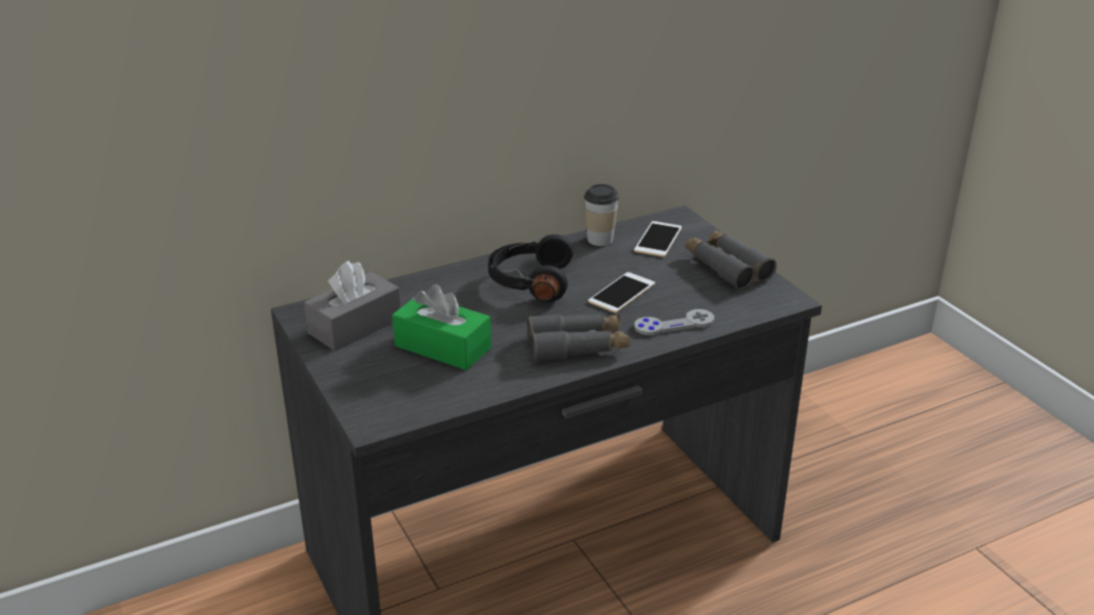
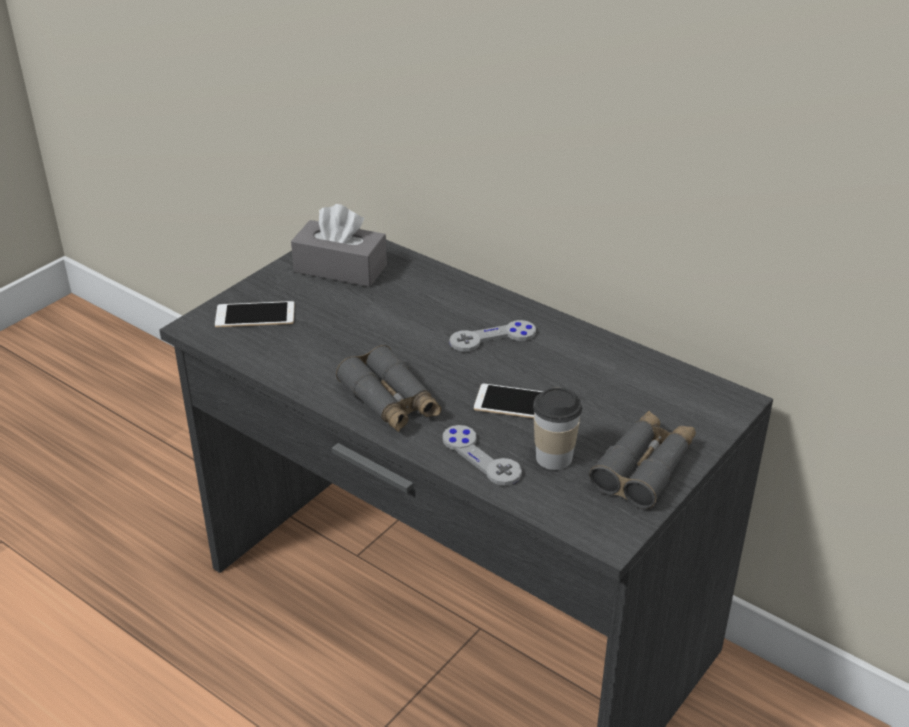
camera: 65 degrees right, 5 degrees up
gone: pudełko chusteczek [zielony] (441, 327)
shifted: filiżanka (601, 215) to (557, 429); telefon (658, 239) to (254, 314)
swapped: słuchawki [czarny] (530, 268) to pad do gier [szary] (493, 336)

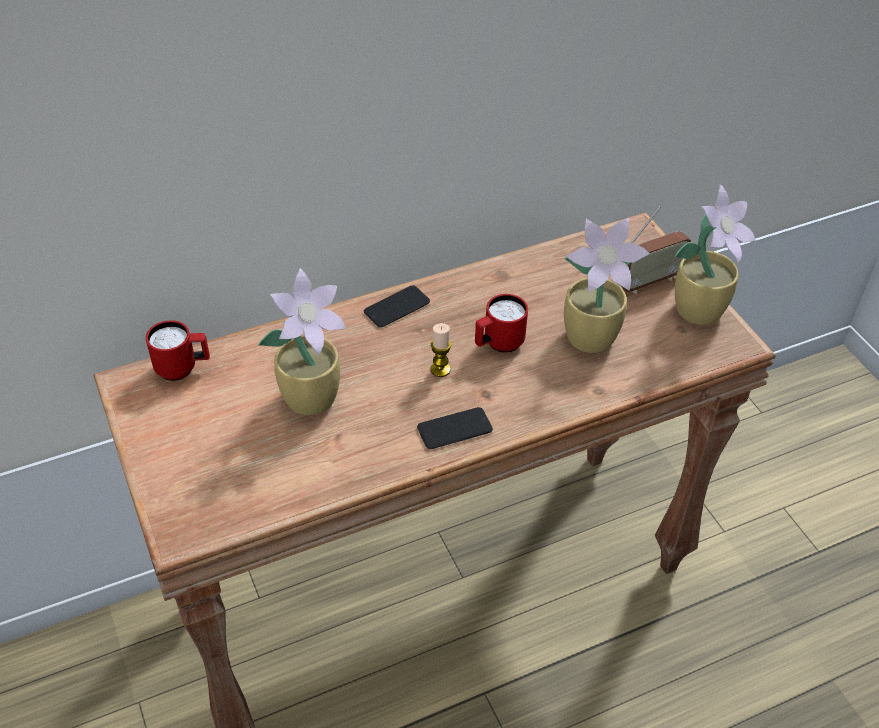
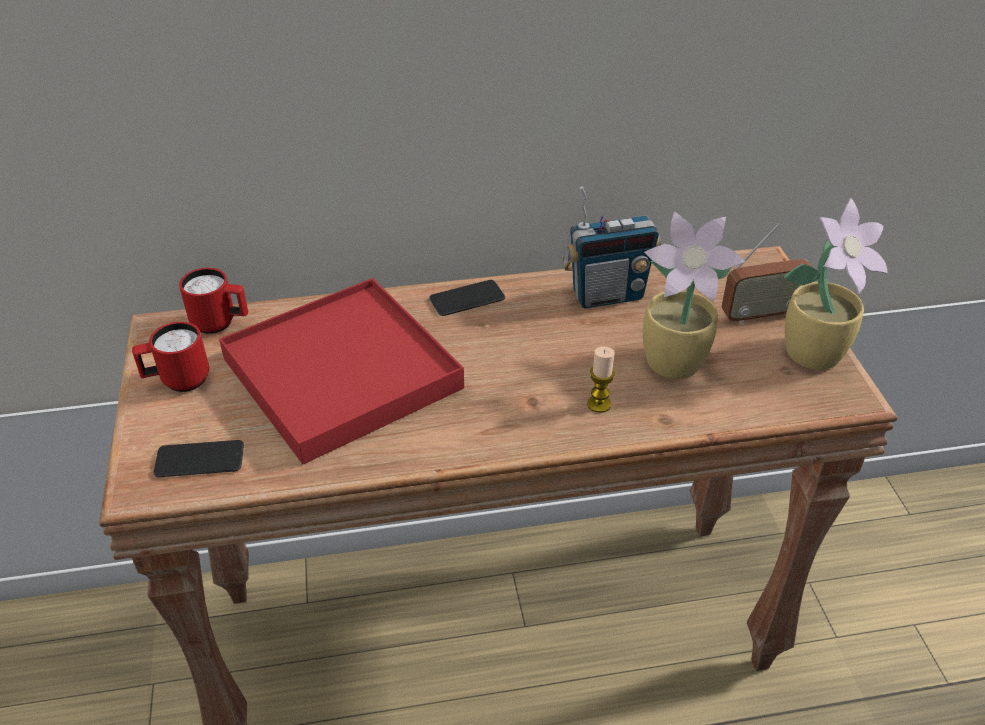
camera: 15 degrees right, 5 degrees down
new: radio (611, 247)
shifted: telefon (455, 428) to (199, 458); świeca (441, 350) to (601, 379); kubek [czerwony] (501, 323) to (170, 357)
swapped: roślina doniczkowa (302, 341) to taca [czerwony] (341, 371)

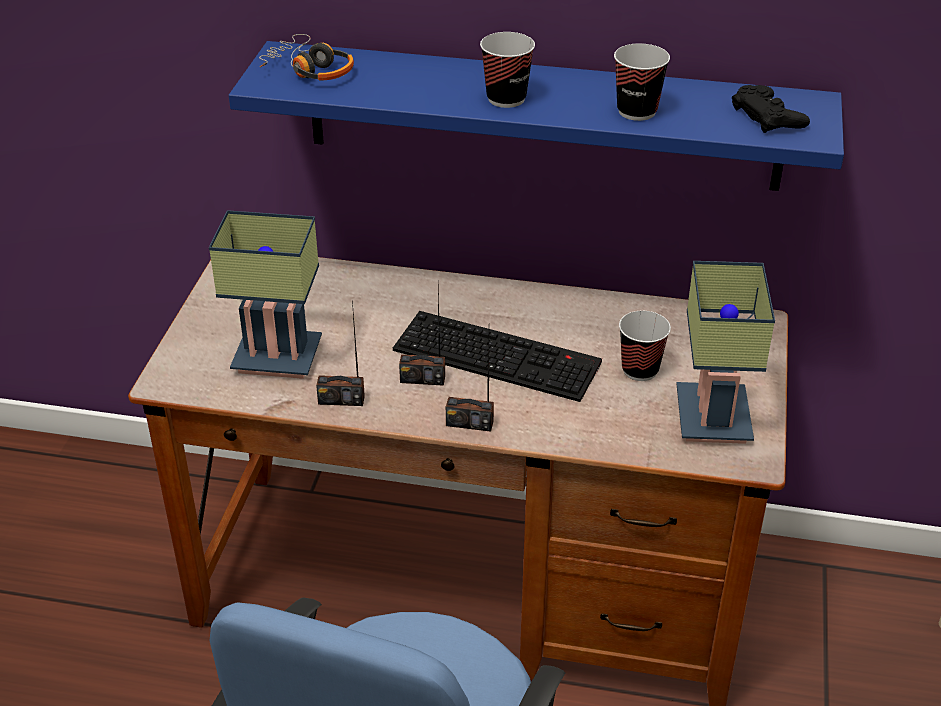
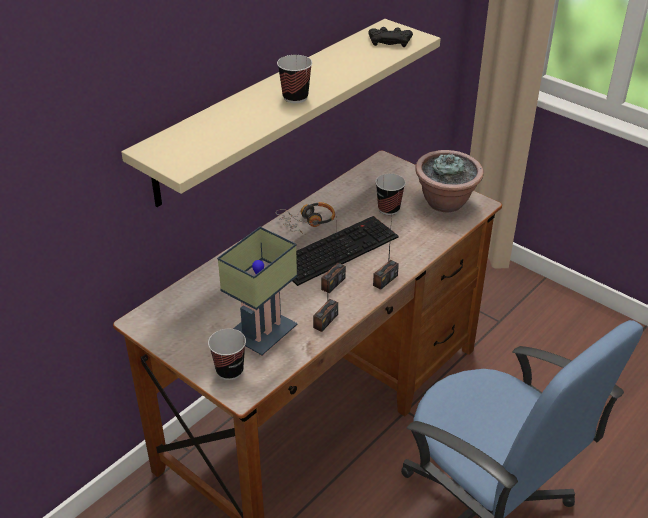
camera: 60 degrees left, 0 degrees up
shifted: słuchawki (306, 57) to (305, 218); filiżanka (642, 82) to (227, 354)
swapped: lampa stołowa (725, 352) to roślina doniczkowa (449, 181)
repainted: półka [niebieski] (536, 116) to półka [beżowy] (281, 113)

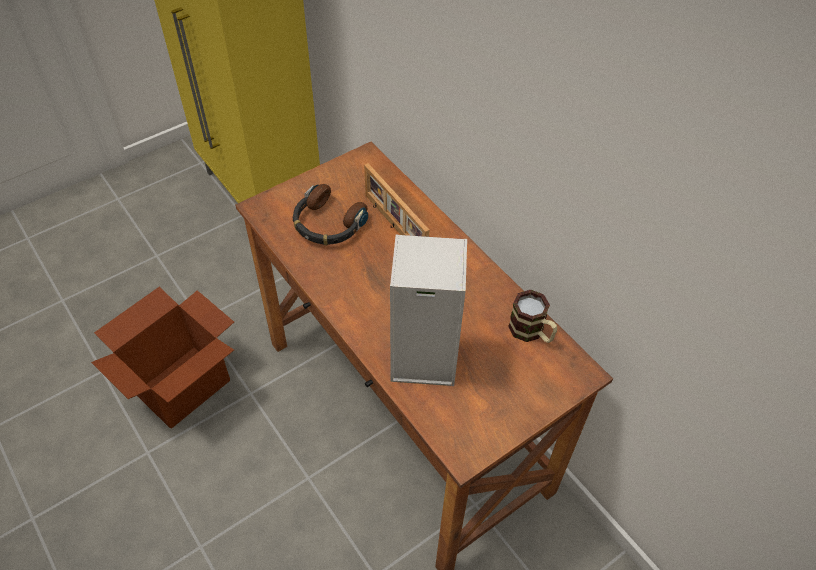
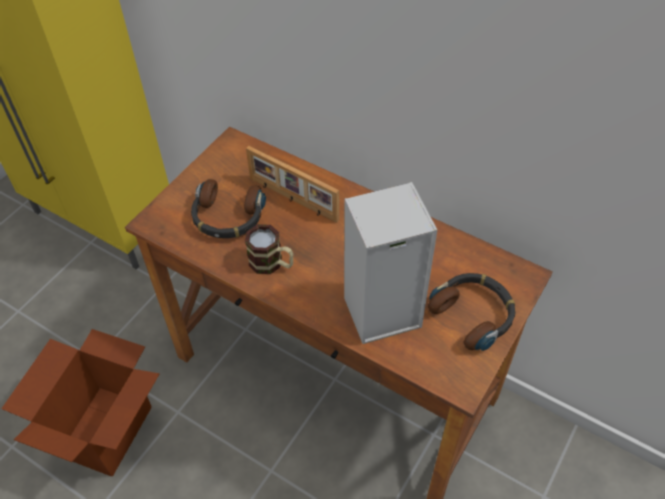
camera: 20 degrees left, 0 degrees up
new: słuchawki (472, 312)
shifted: kubek (532, 316) to (269, 249)

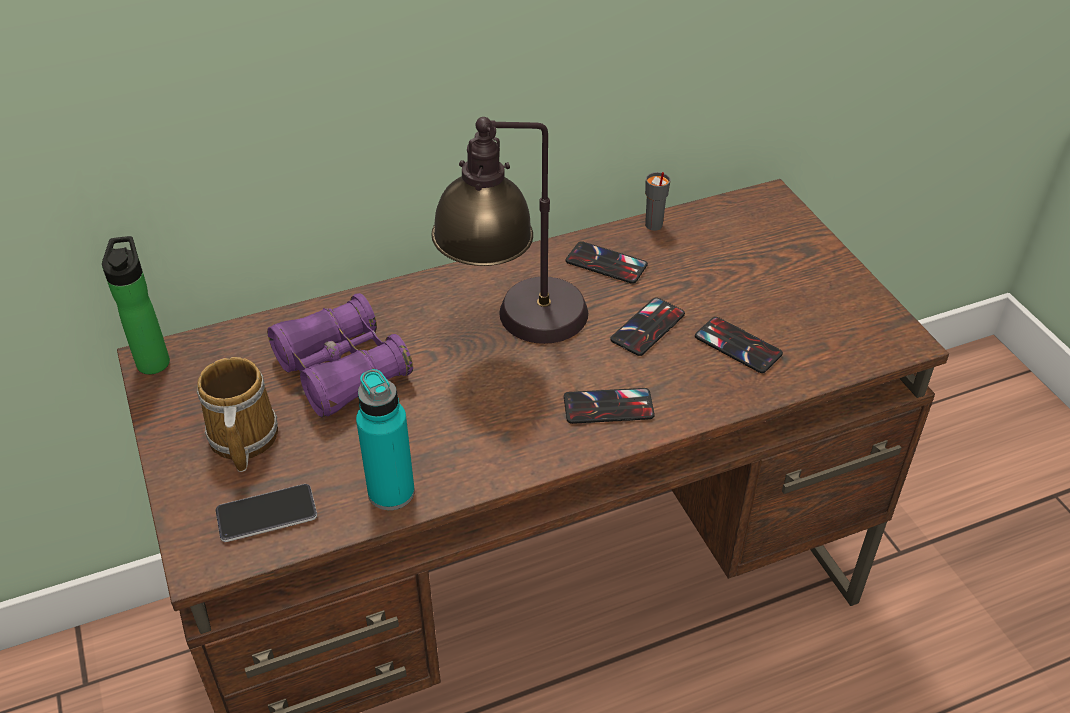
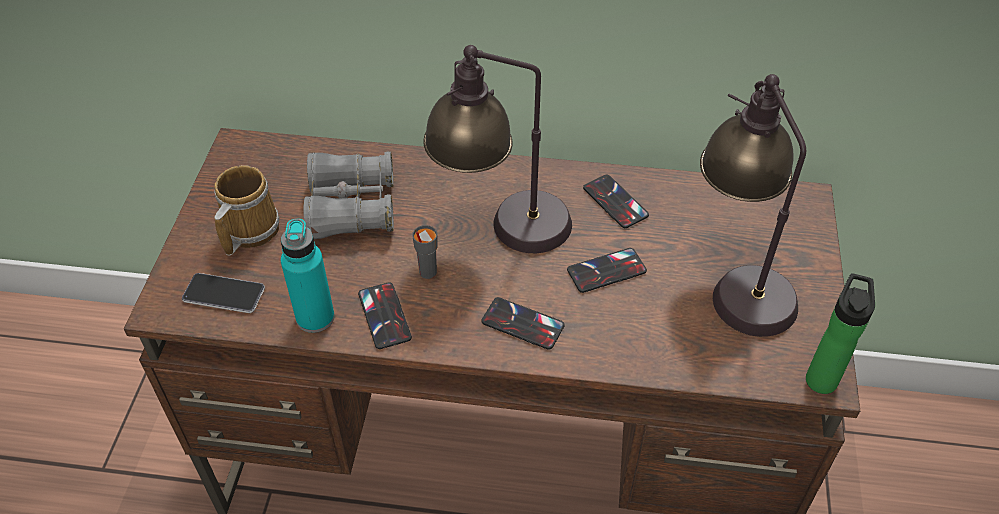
camera: 30 degrees right, 5 degrees up
new: lampa stołowa (753, 205)
shifted: butelka (136, 305) to (840, 334); filiżanka [szary] (658, 201) to (424, 252); telefon (739, 345) to (385, 315)
repainted: lornetka [fioletowy] (340, 355) to lornetka [szary] (348, 195)

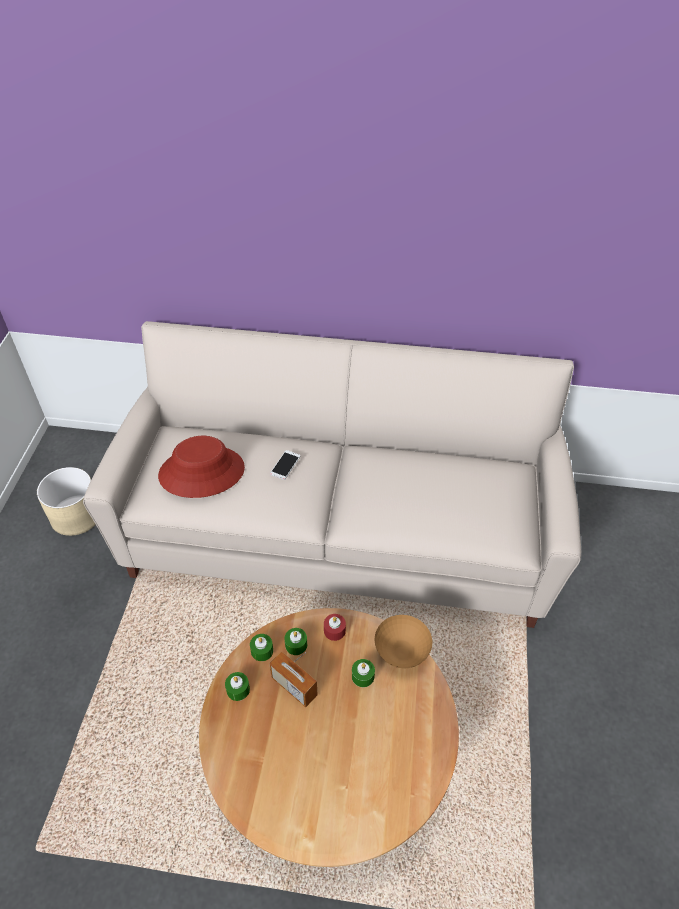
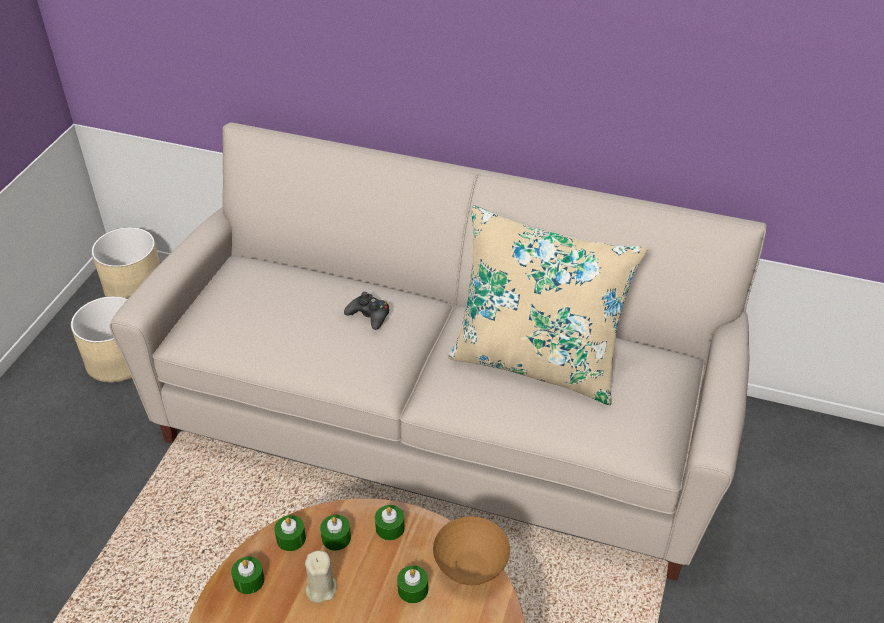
camera: 10 degrees right, 5 degrees down
gone: kapelusz [czerwony] (201, 467)
new: donica [beżowy] (125, 263); poduszka [beżowy] (548, 305)
swapped: radio (293, 679) to świeca [beżowy] (321, 577); telefon (285, 465) to pad do gier [czarny] (366, 311)
repainted: świeca [czerwony] (335, 627) to świeca [zielony] (390, 523)

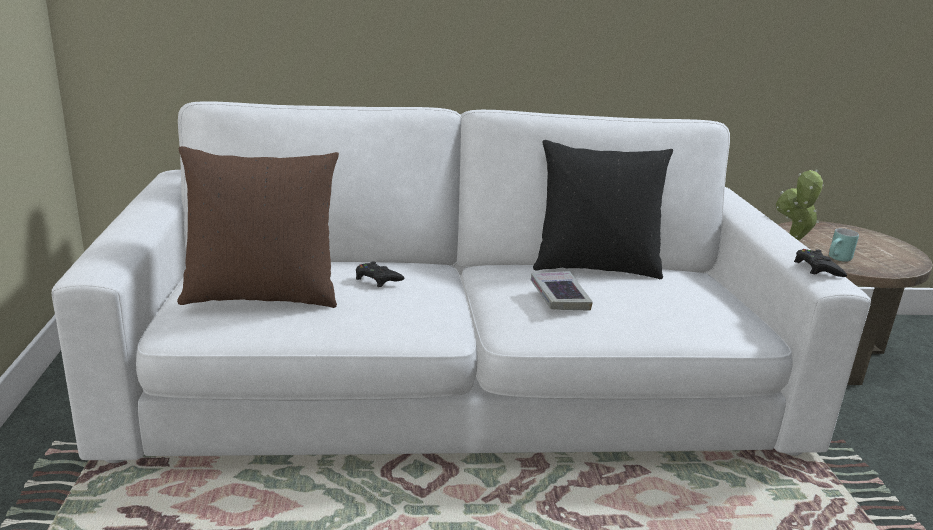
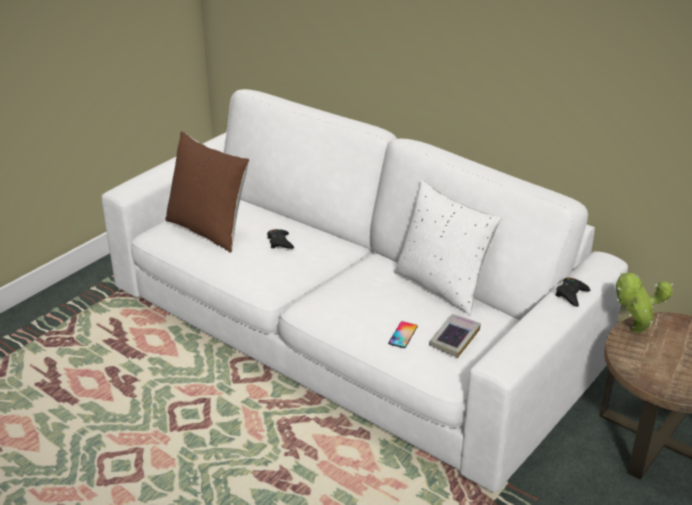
camera: 45 degrees right, 10 degrees up
gone: kubek [turkusowy] (844, 245)
new: telefon (403, 334)
shifted: książka (561, 291) to (455, 336); pad do gier [czarny] (820, 263) to (573, 292)
repainted: poduszka [czarny] (603, 209) to poduszka [biały] (448, 247)

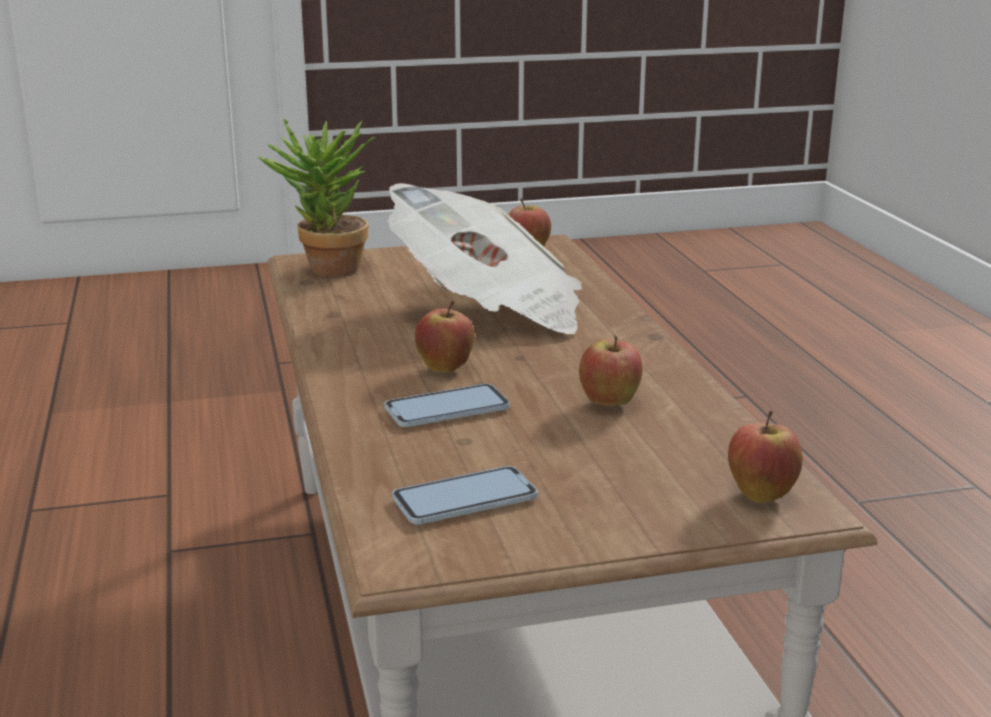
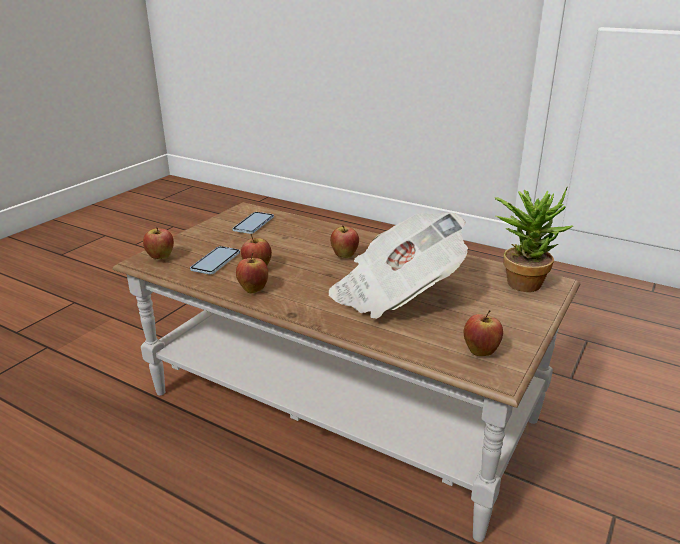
camera: 135 degrees right, 5 degrees up
new: jabłko (252, 272)
shifted: telefon (447, 405) to (215, 260)

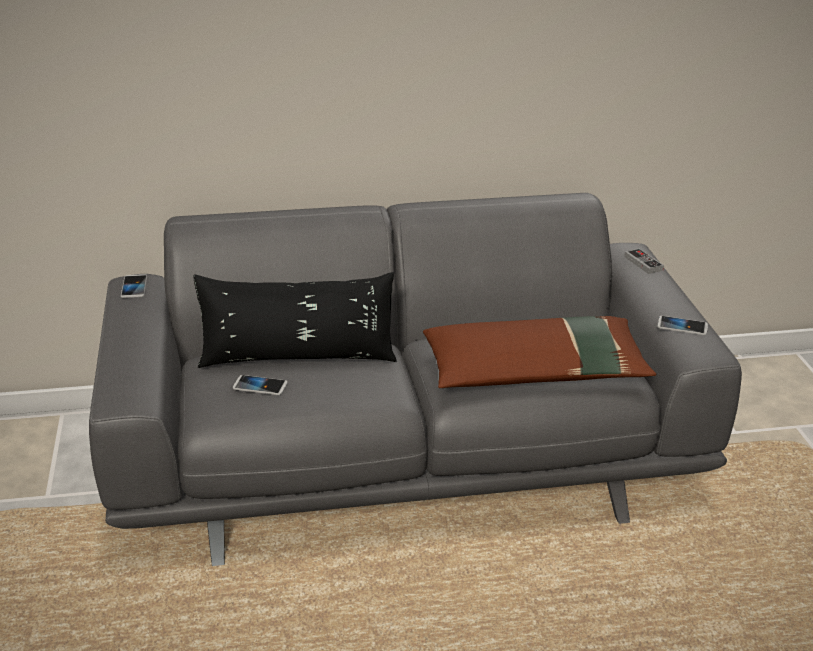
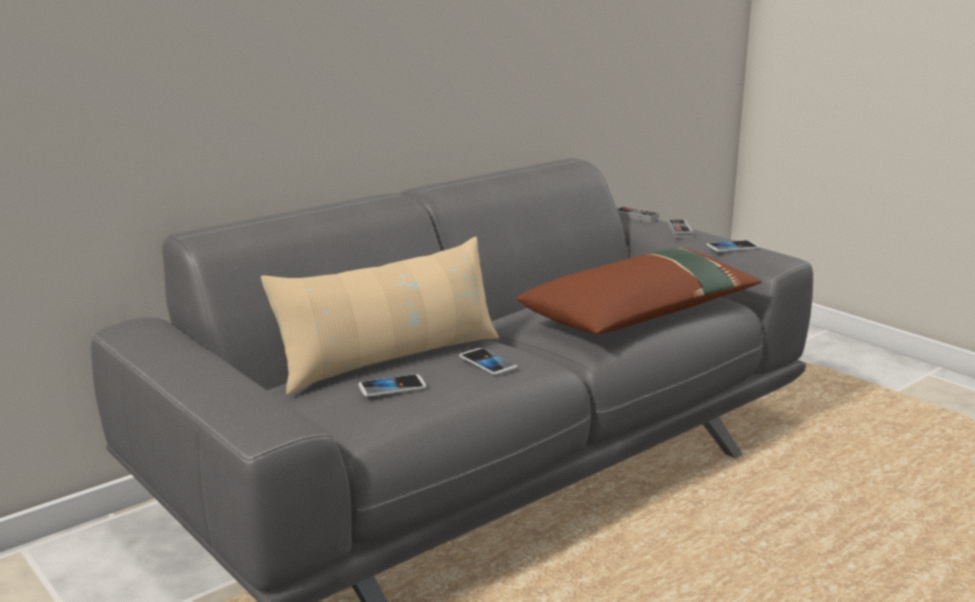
camera: 30 degrees left, 10 degrees down
new: pad do gier (680, 228)
shifted: telefon (134, 286) to (488, 361)
repainted: poduszka [czarny] (294, 320) to poduszka [beżowy] (380, 316)

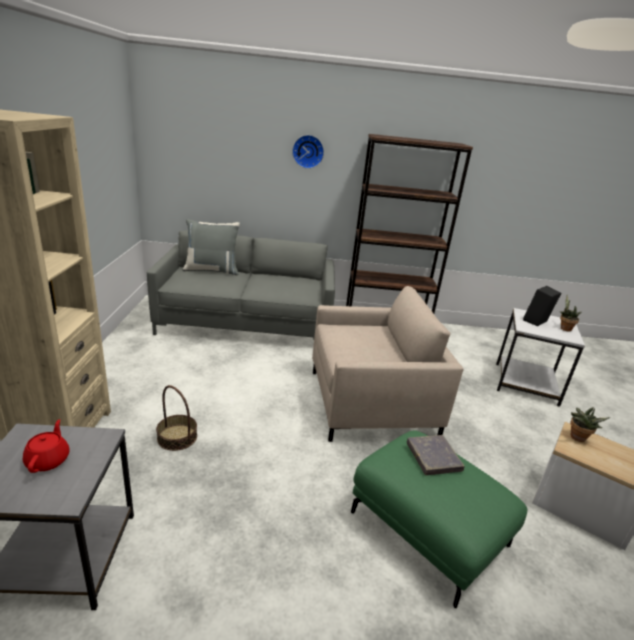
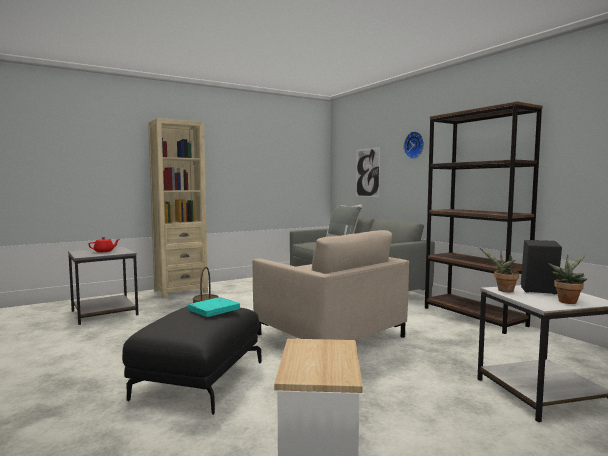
camera: 60 degrees right, 20 degrees down
new: obraz (368, 172)
shifted: roślina doniczkowa (590, 424) to (499, 270)
repainted: pufa [zielony] (439, 519) to pufa [czarny] (192, 360); książka [szary] (436, 455) to książka [turkusowy] (214, 307)

